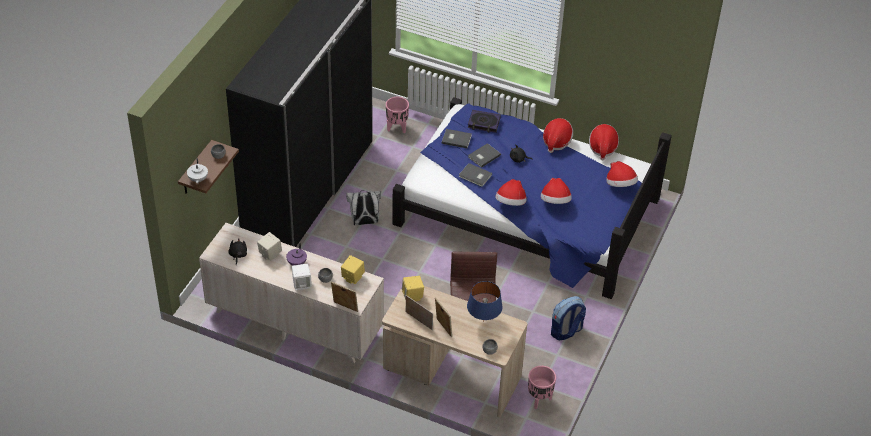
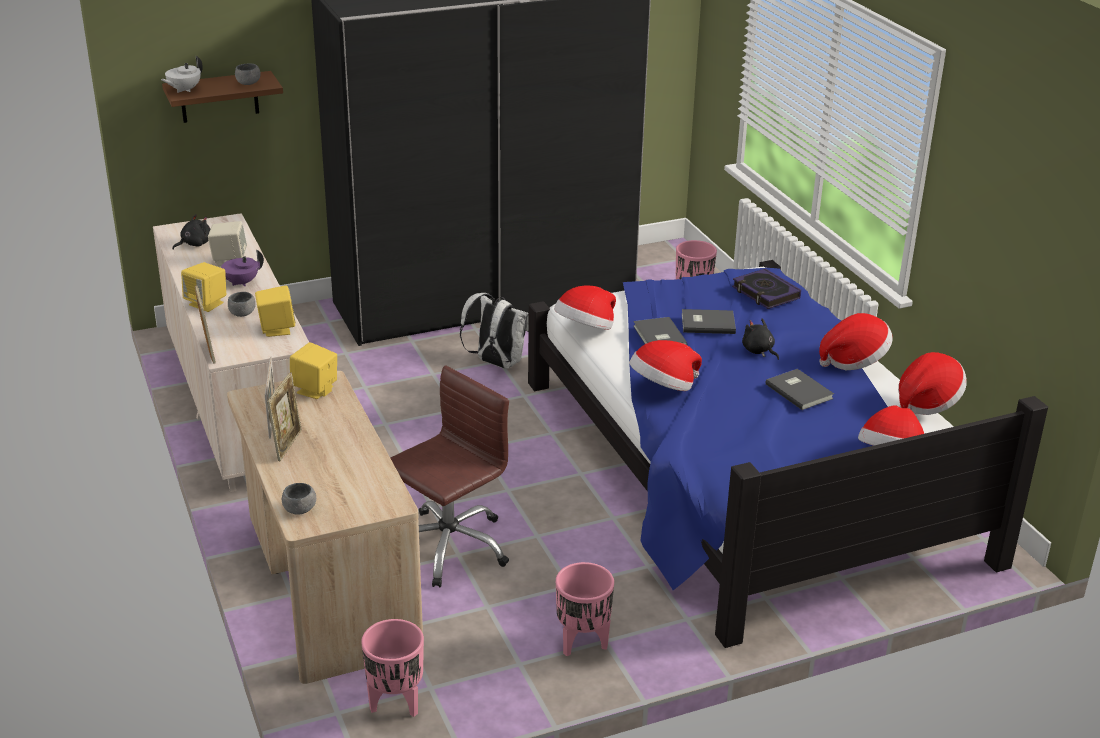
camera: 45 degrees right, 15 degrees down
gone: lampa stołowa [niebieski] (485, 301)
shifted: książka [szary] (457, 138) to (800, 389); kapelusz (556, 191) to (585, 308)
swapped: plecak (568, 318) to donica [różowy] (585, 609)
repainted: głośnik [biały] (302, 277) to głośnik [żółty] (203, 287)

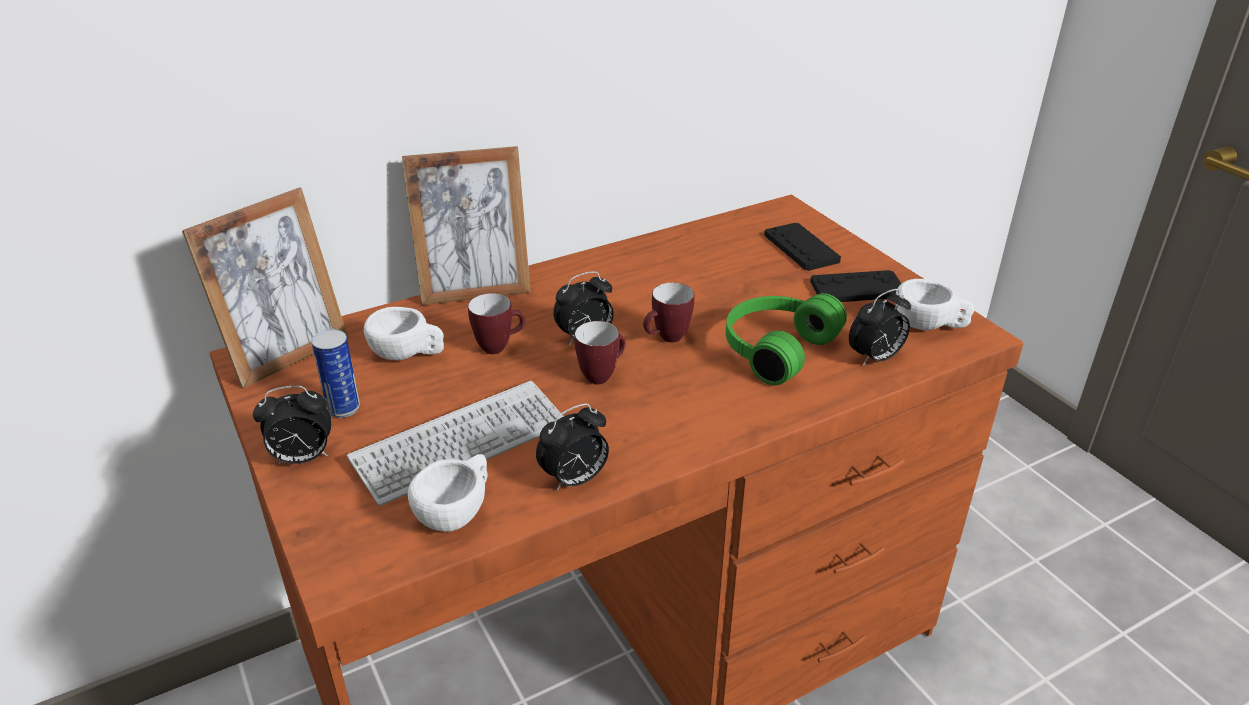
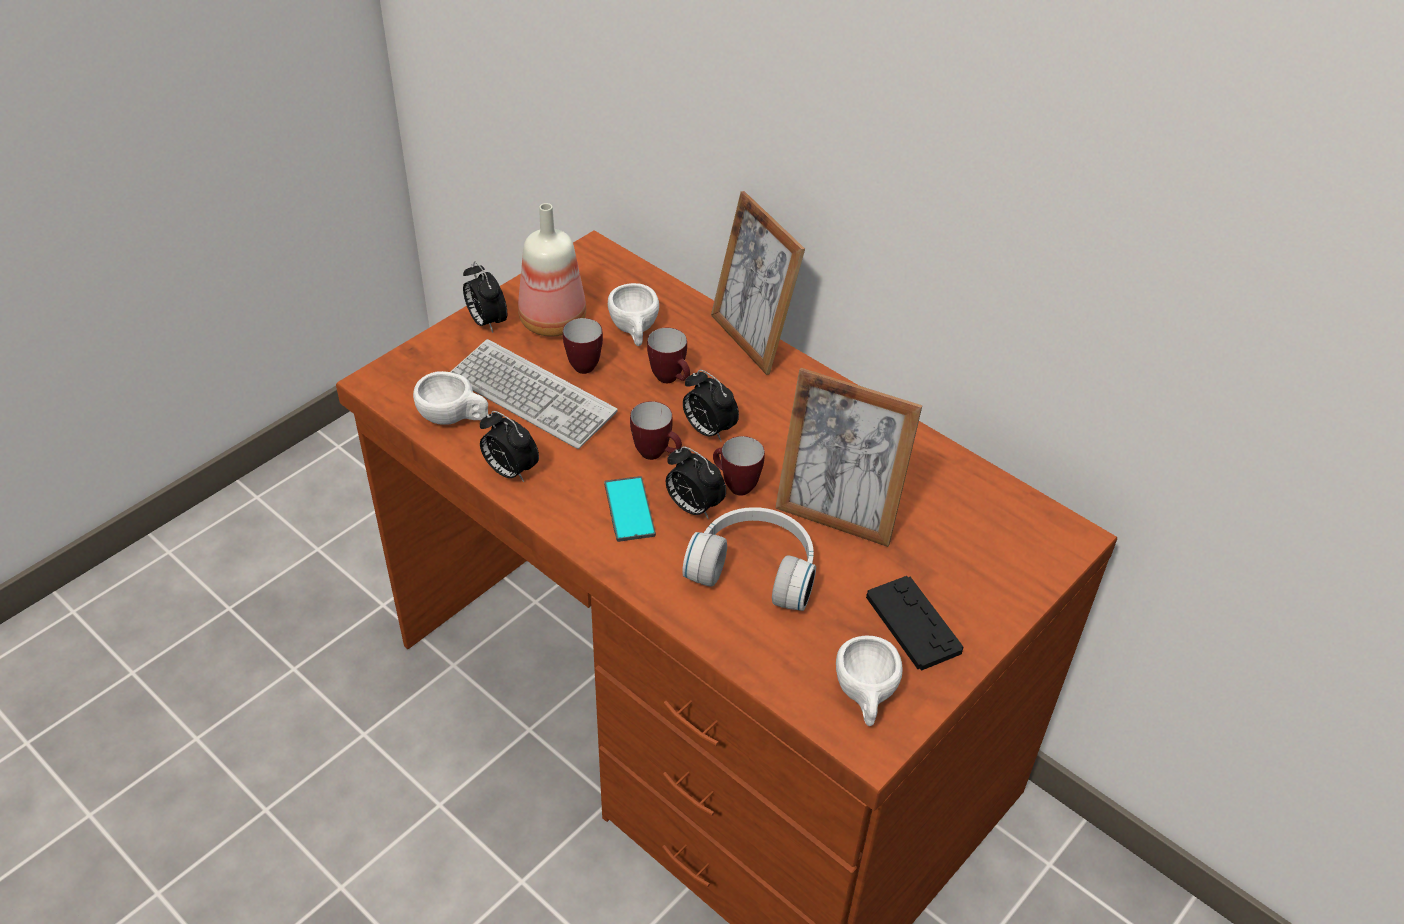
camera: 70 degrees right, 10 degrees up
gone: pad do gier [czarny] (802, 247)
new: kubek (583, 346); telefon (630, 509)
shifted: ramka na zdjęcie (265, 288) to (849, 457); budzik (880, 327) to (696, 482)
swapped: puszka (335, 373) to butelka (552, 270)
repainted: słuchawki [zielony] (786, 339) to słuchawki [biały] (749, 559)

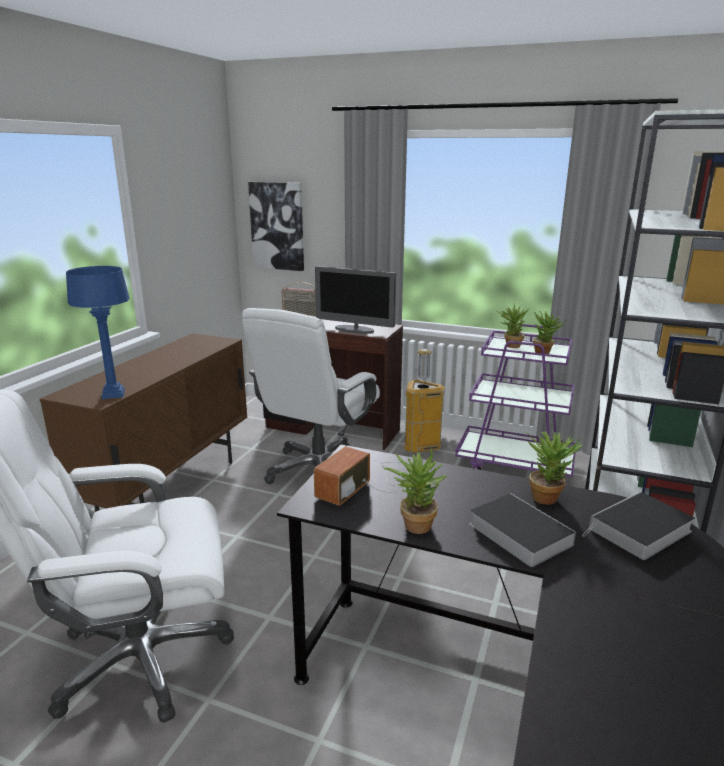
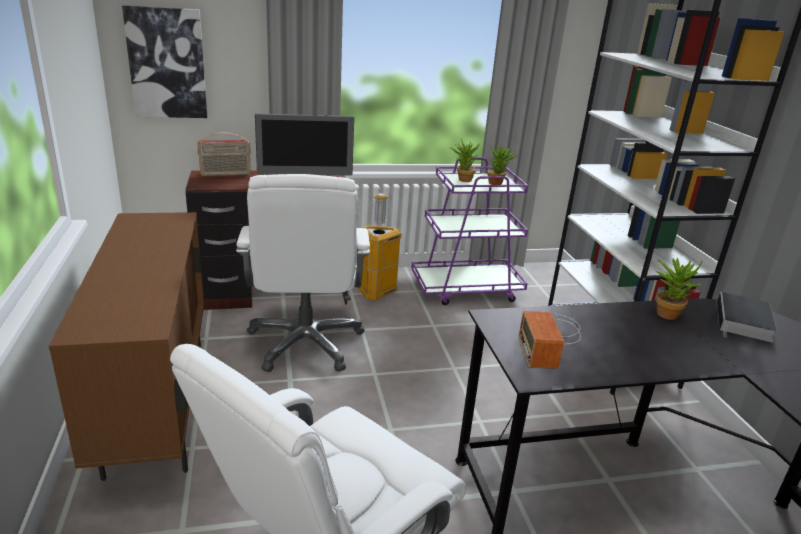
camera: 35 degrees left, 5 degrees up
gone: lampa stołowa [niebieski] (98, 332); roślina doniczkowa (415, 491); książka (522, 530)

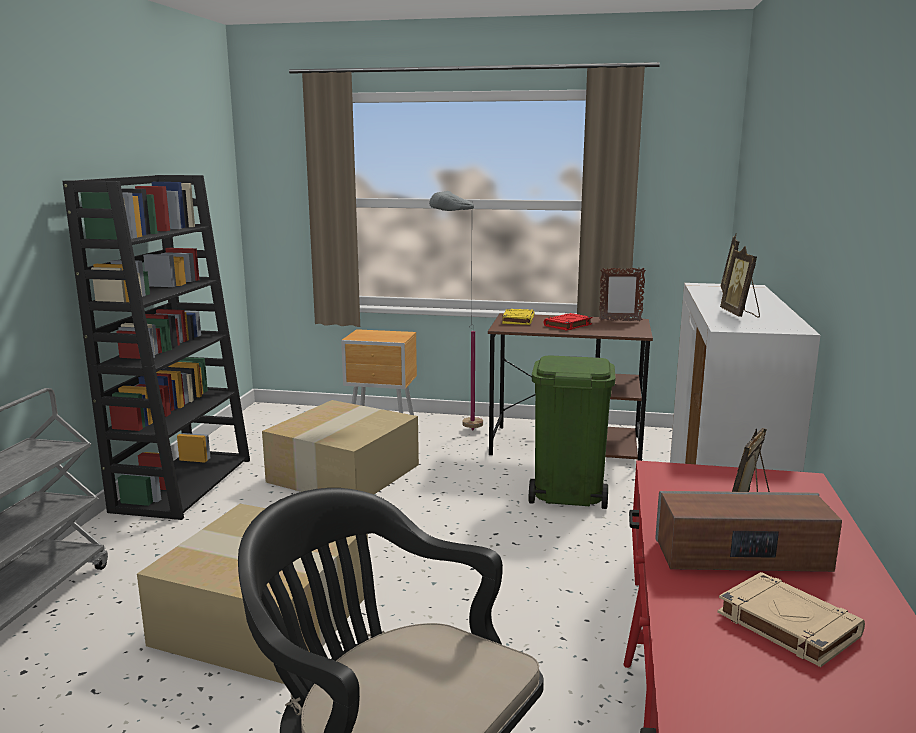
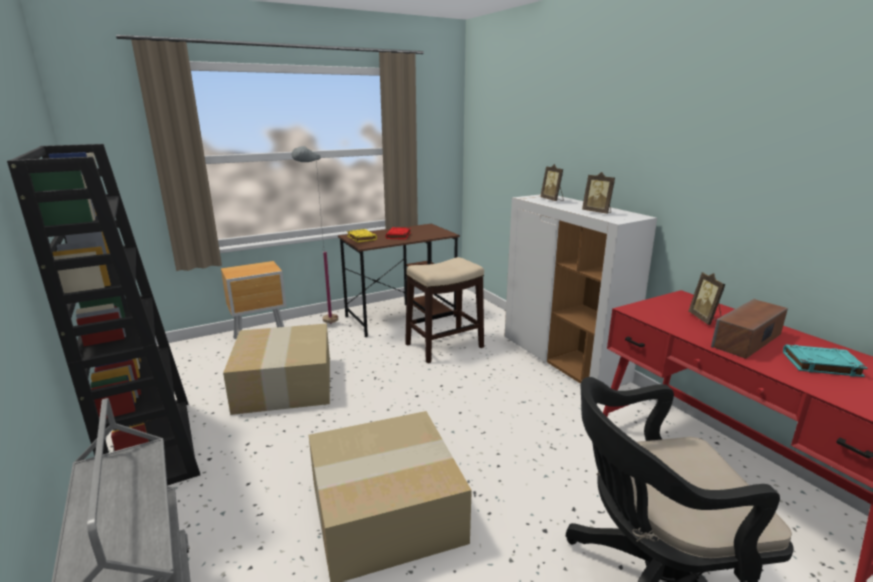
camera: 40 degrees left, 5 degrees up
gone: ramka na zdjęcie (622, 294)
swapped: kosz na śmieci [zielony] (572, 432) to stołek (444, 310)
repainted: książka [beżowy] (791, 619) to książka [turkusowy] (825, 360)

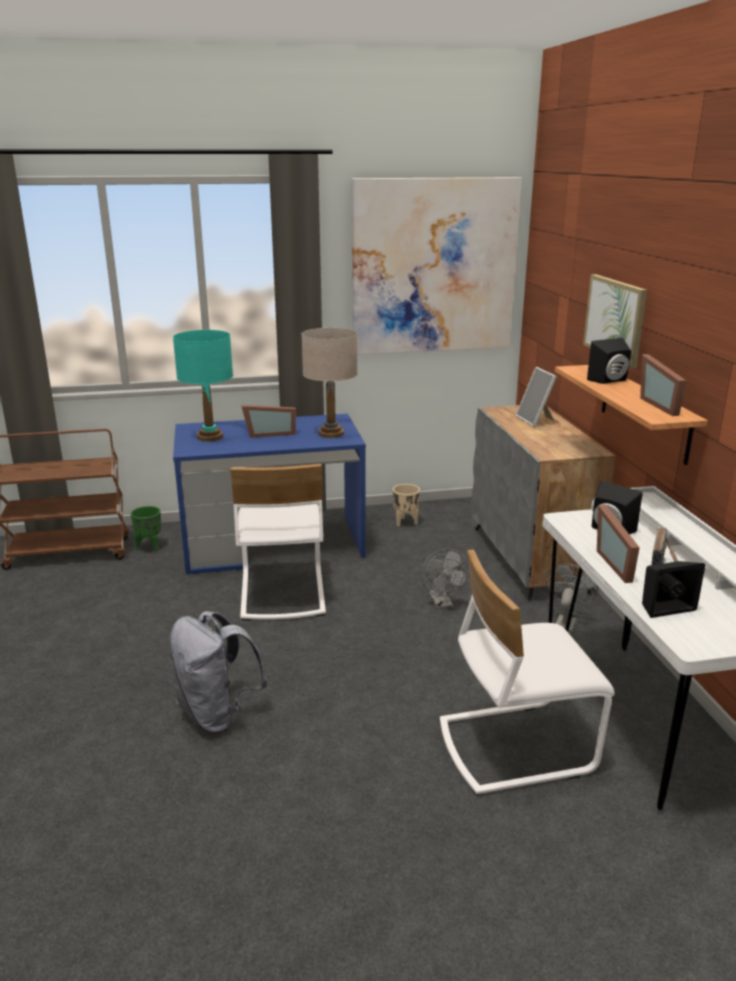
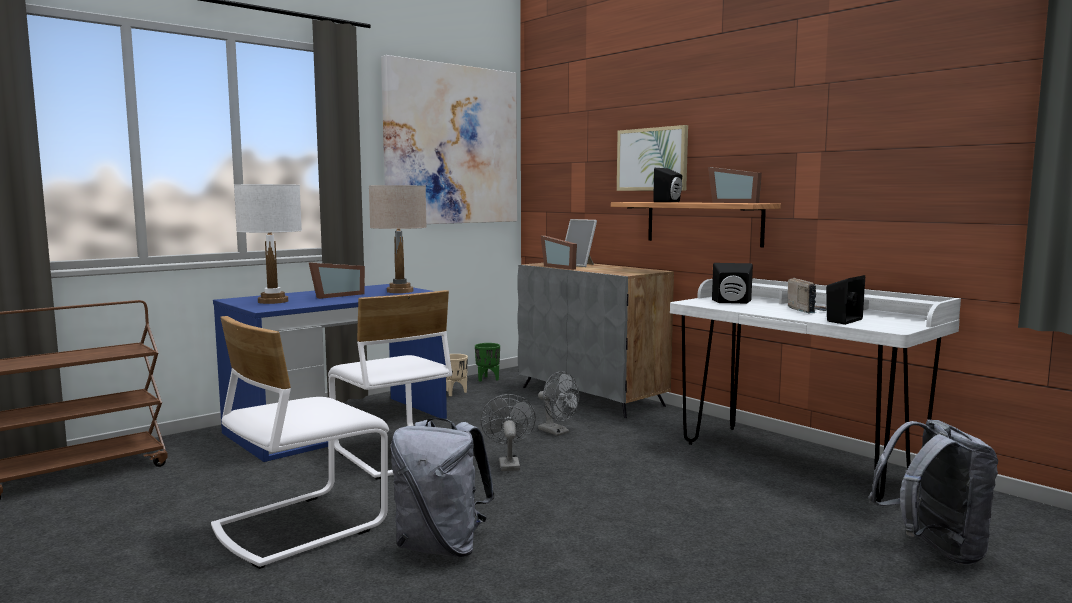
camera: 30 degrees left, 15 degrees down
new: plecak [szary] (933, 492)
shifted: donica [zielony] (146, 529) to (487, 362); krzesło [biały] (527, 672) to (300, 442); wentylator [szary] (572, 599) to (508, 432); ramka na zdjęcie (618, 543) to (559, 252)
repainted: lampa stołowa [turkusowy] (203, 386) to lampa stołowa [biały] (268, 244)

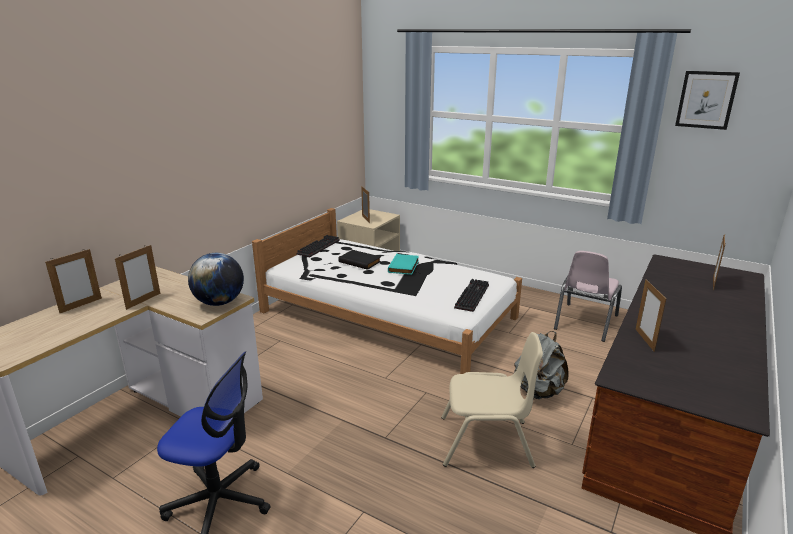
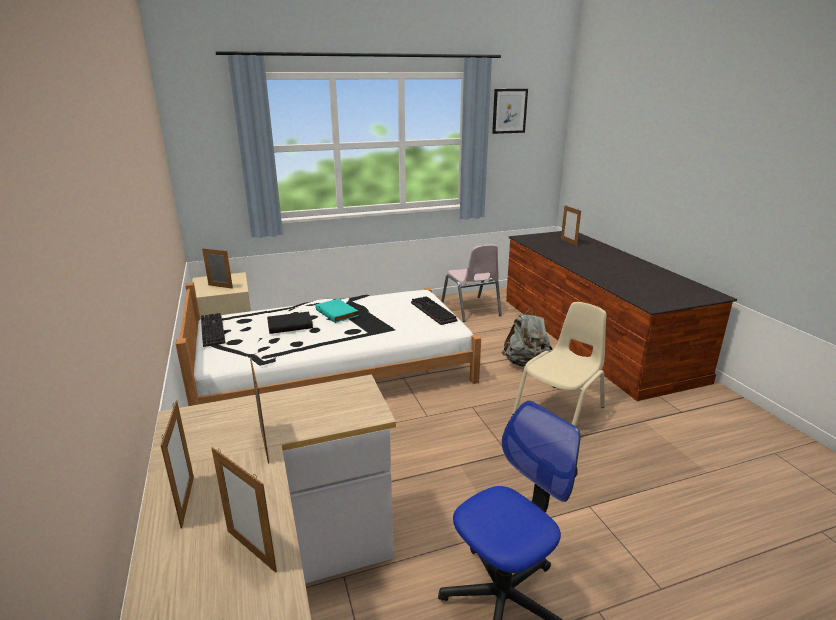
camera: 50 degrees left, 0 degrees up
gone: globus (216, 279)
shifted: ramka na zdjęcie (651, 315) to (244, 510)

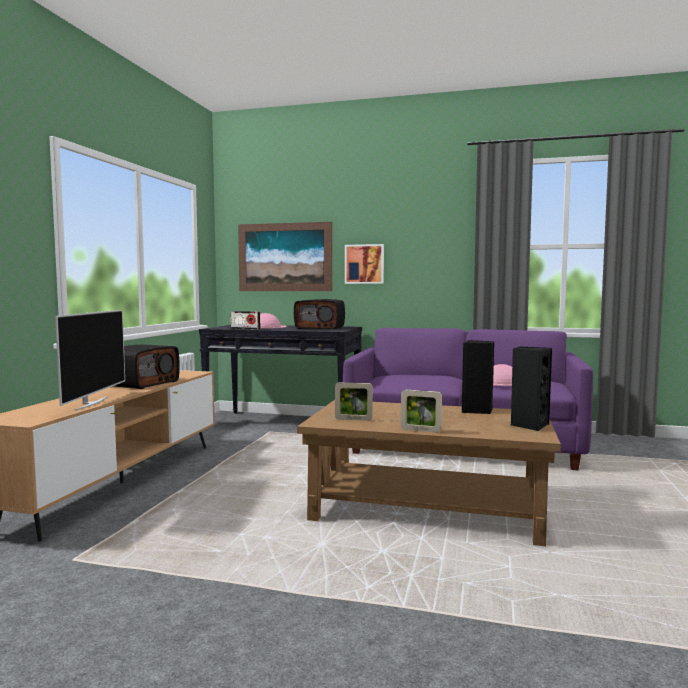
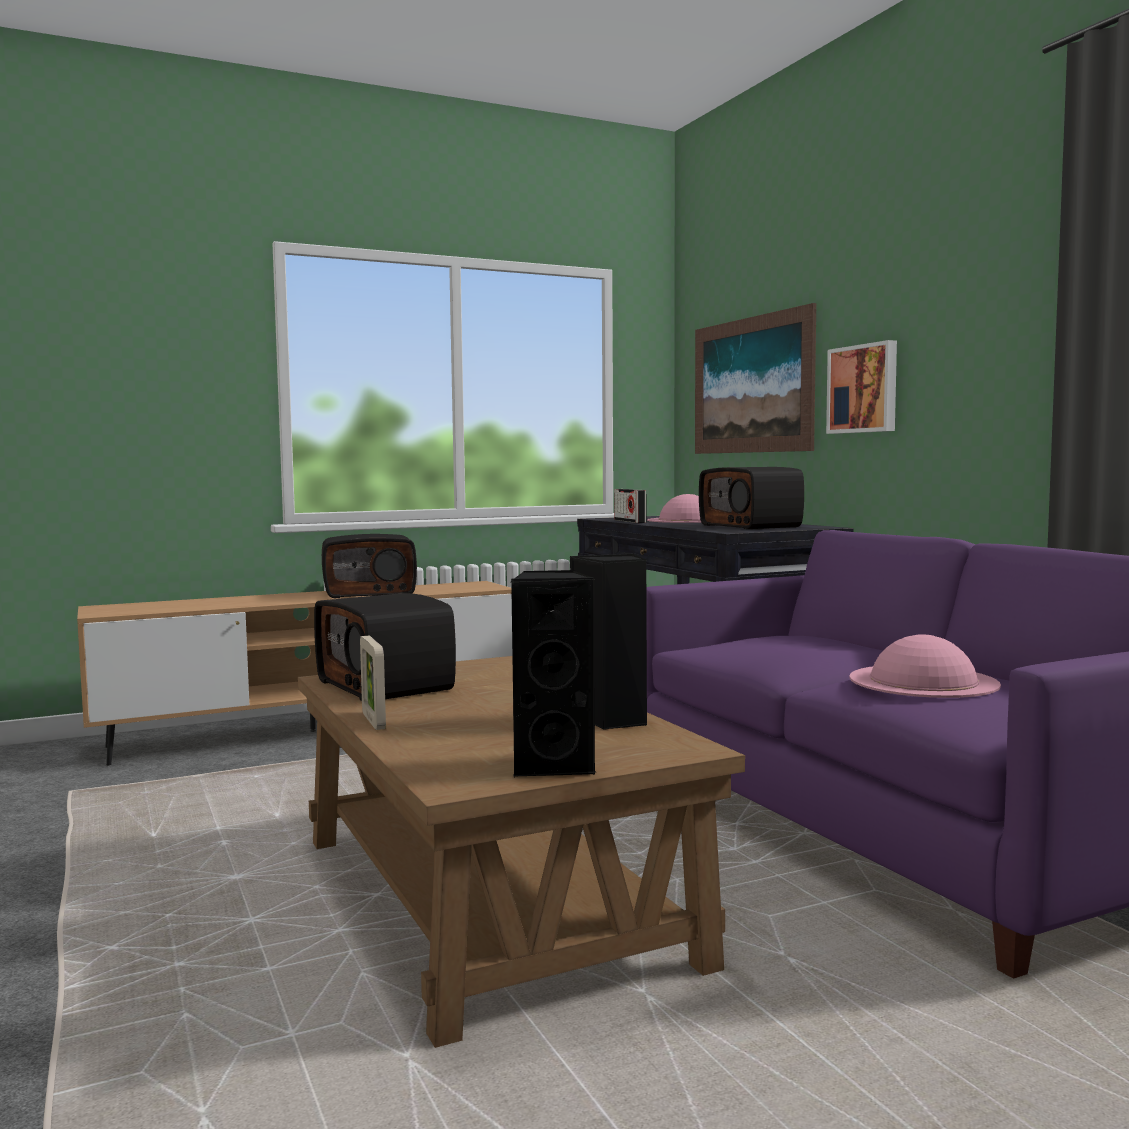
camera: 50 degrees right, 0 degrees up
gone: telewizor (90, 360)
swapped: ramka na zdjęcie (354, 401) to radio (385, 647)

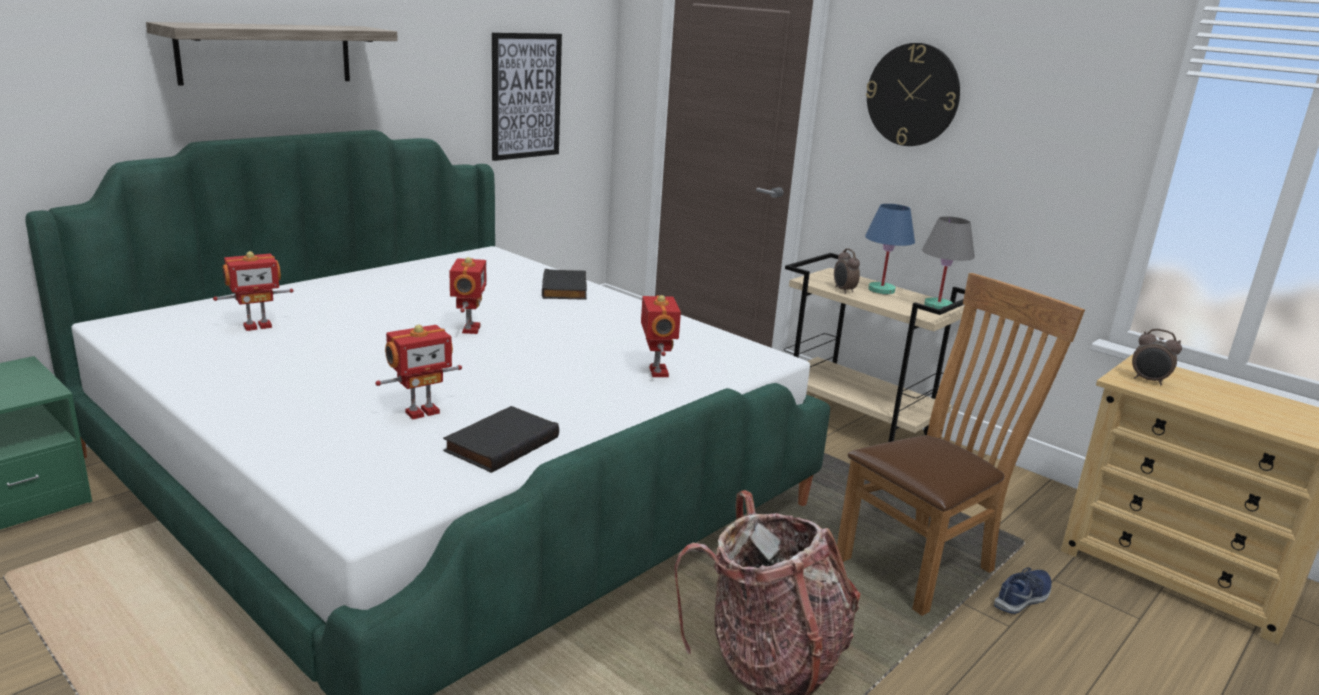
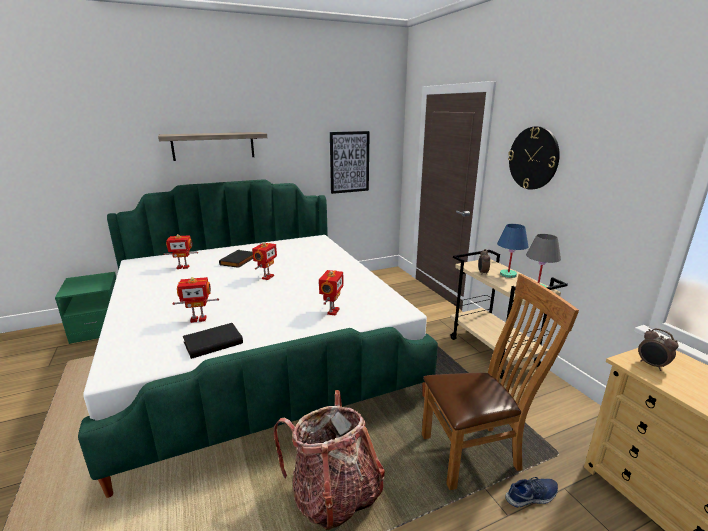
camera: 25 degrees right, 0 degrees up
shifted: książka [czarny] (564, 284) to (236, 259)

